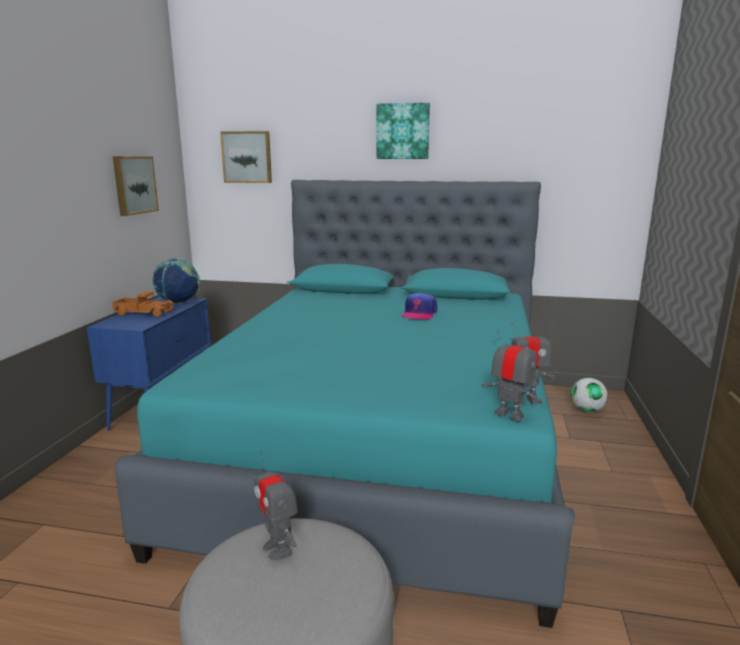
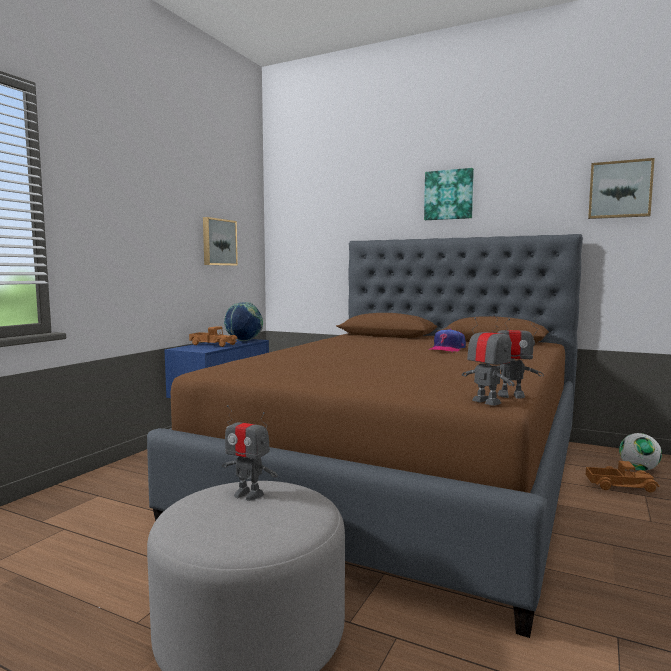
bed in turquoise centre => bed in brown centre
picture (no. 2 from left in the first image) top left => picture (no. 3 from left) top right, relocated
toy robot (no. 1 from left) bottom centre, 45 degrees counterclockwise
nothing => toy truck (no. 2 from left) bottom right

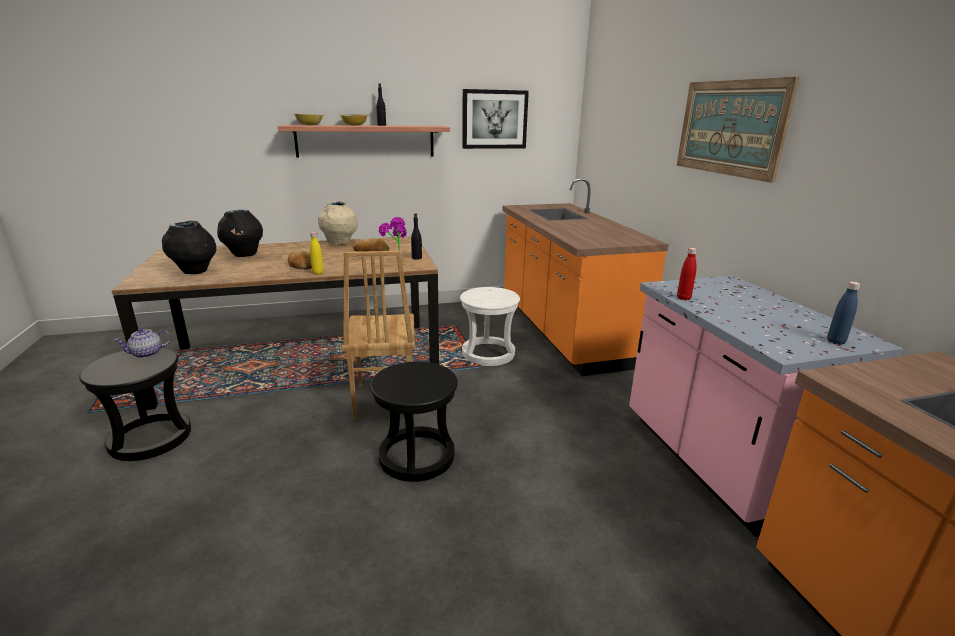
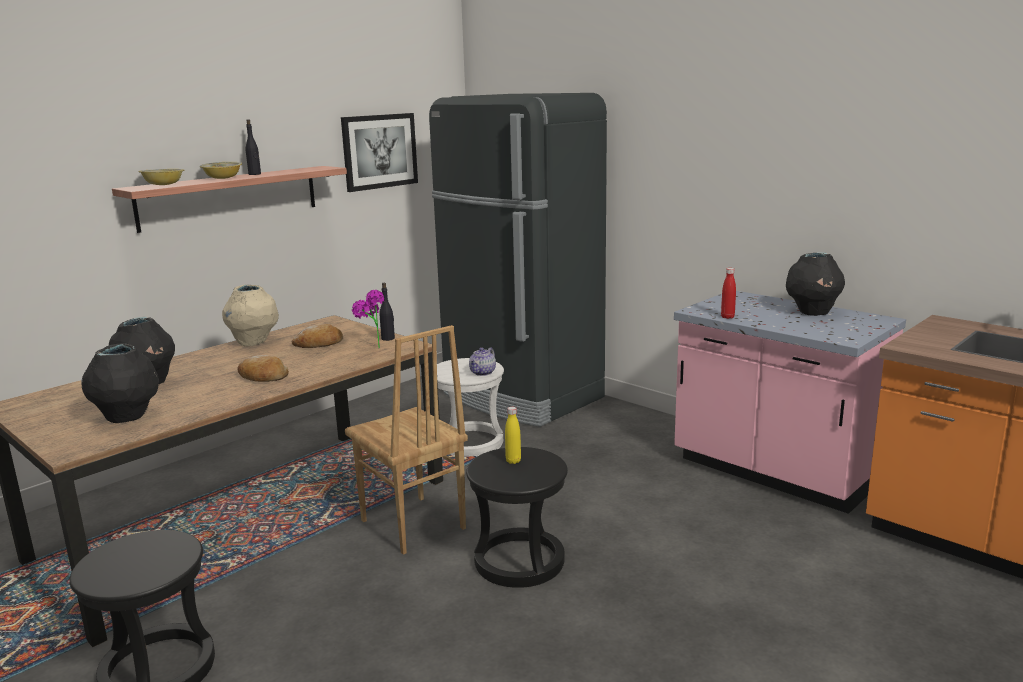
teapot middle left => teapot centre, relocated
bottle in yellow middle left => bottle in yellow centre, relocated
counter in orange (no. 1 from left) centre => fridge in black centre
picture (no. 2 from left) top right => nothing
bottle in blue middle right => nothing
nothing => vase in black (no. 3 from left) middle right

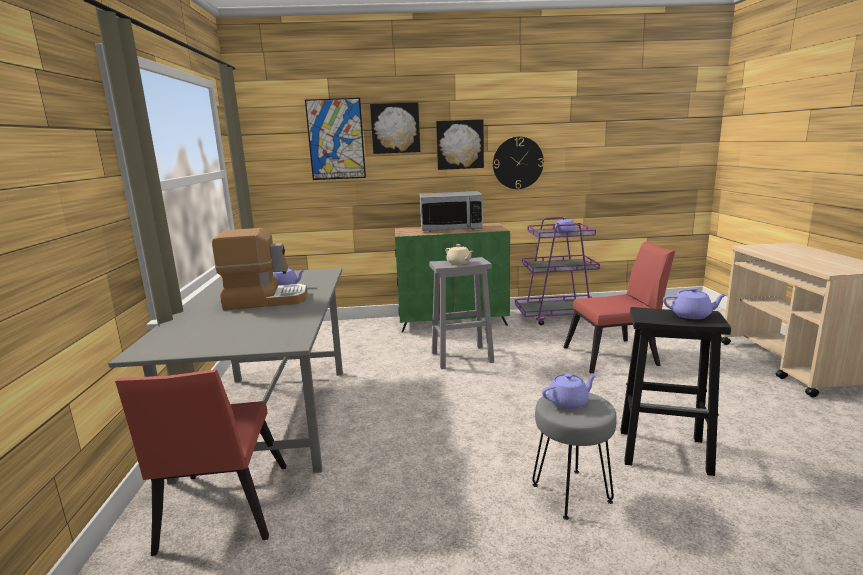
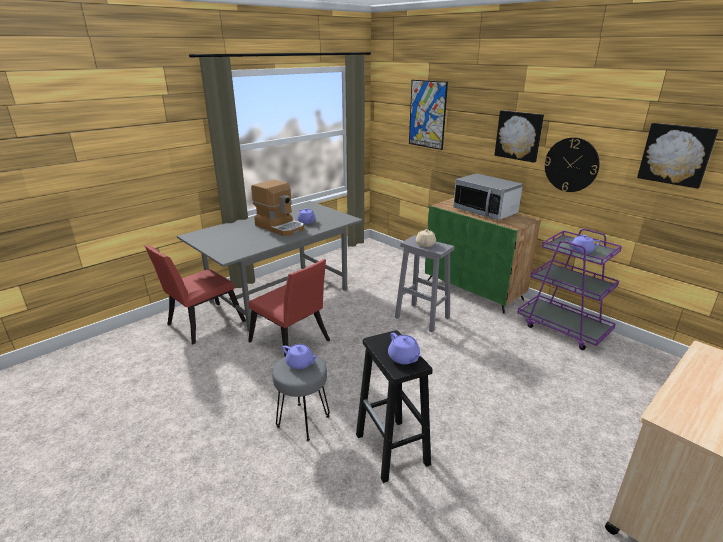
picture (no. 2 from left in the first image) top centre => picture (no. 3 from left) top right, relocated
chair in red (no. 2 from left) middle right => chair in red (no. 2 from left) centre, relocated

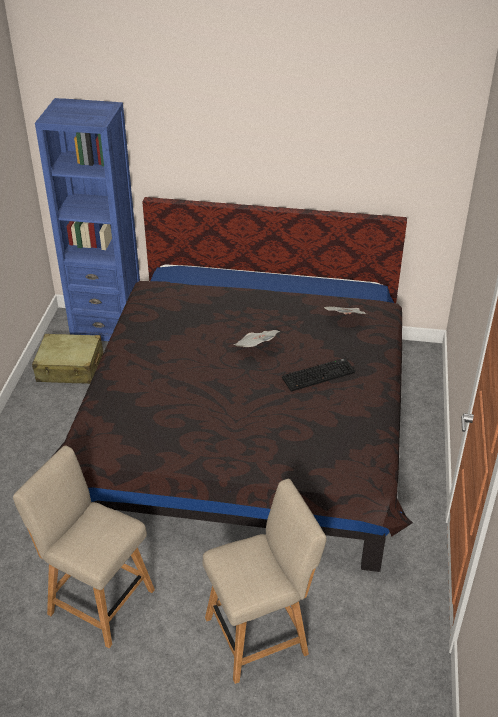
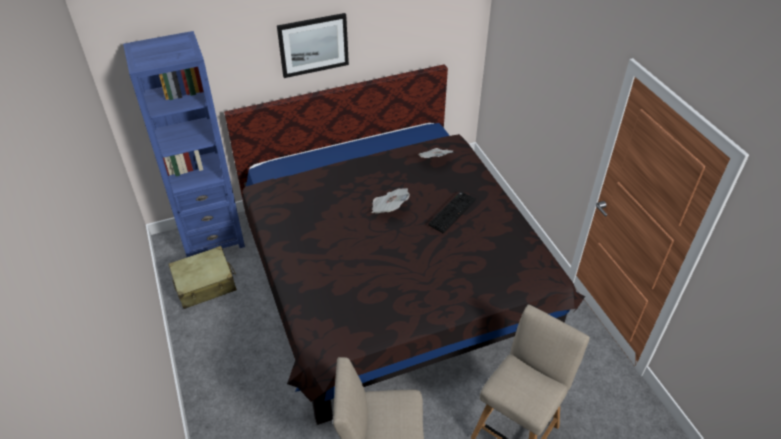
nothing => picture top centre

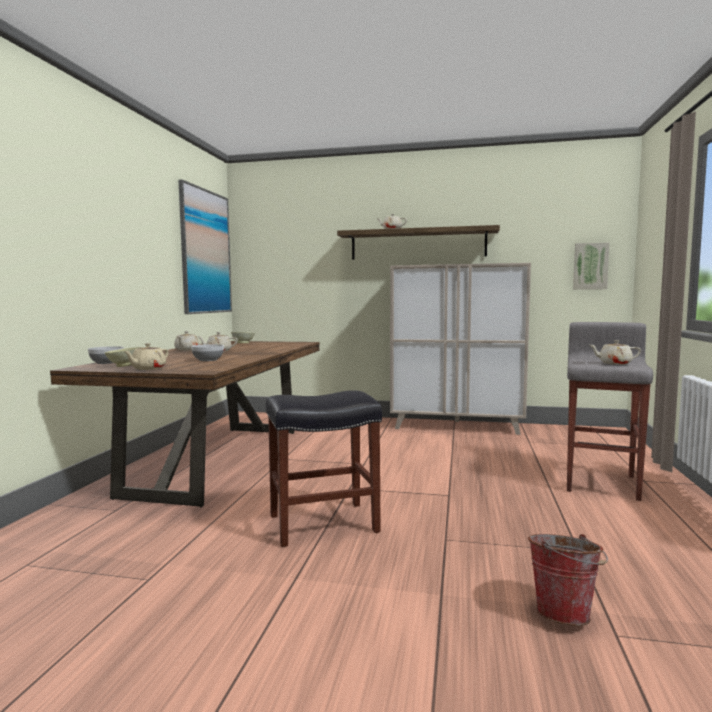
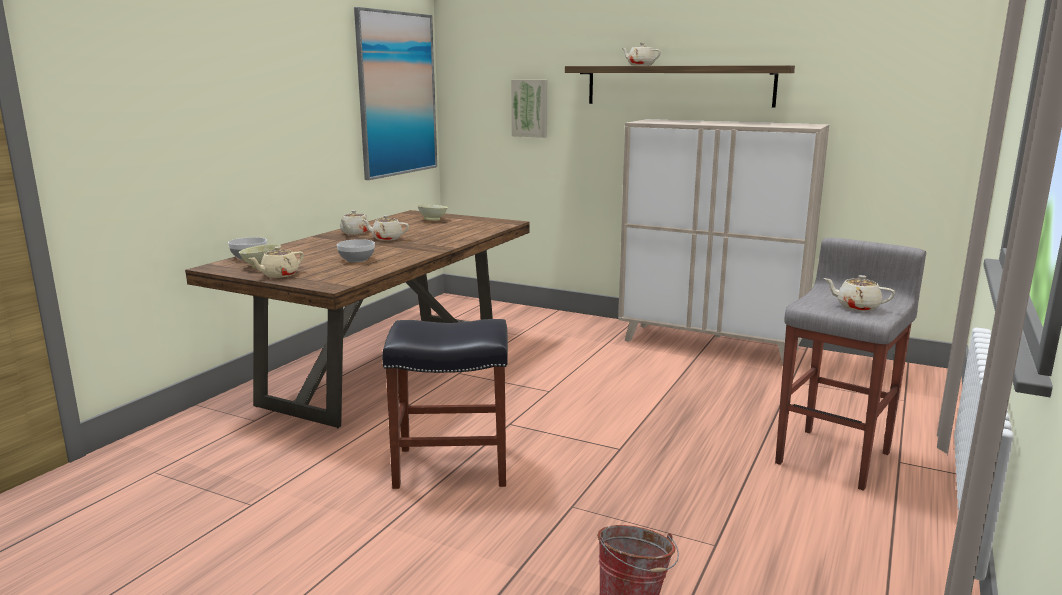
picture (no. 2 from left) middle right => picture (no. 2 from left) top centre, relocated

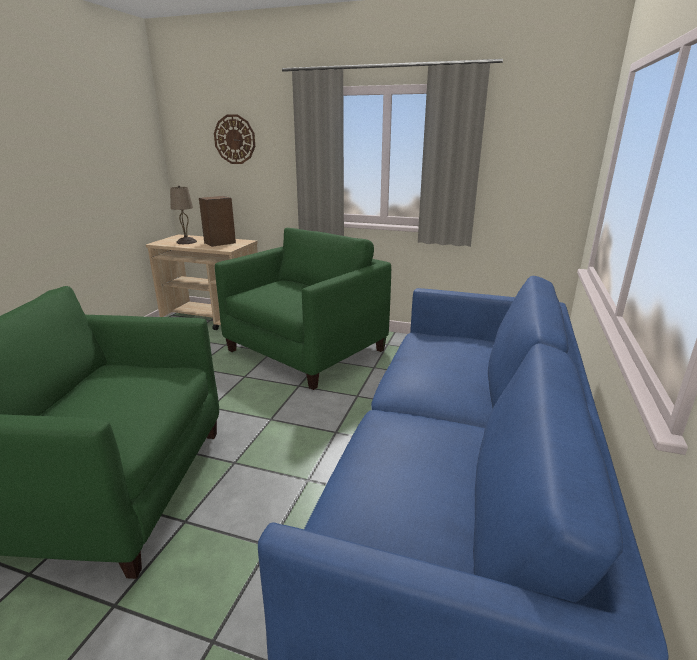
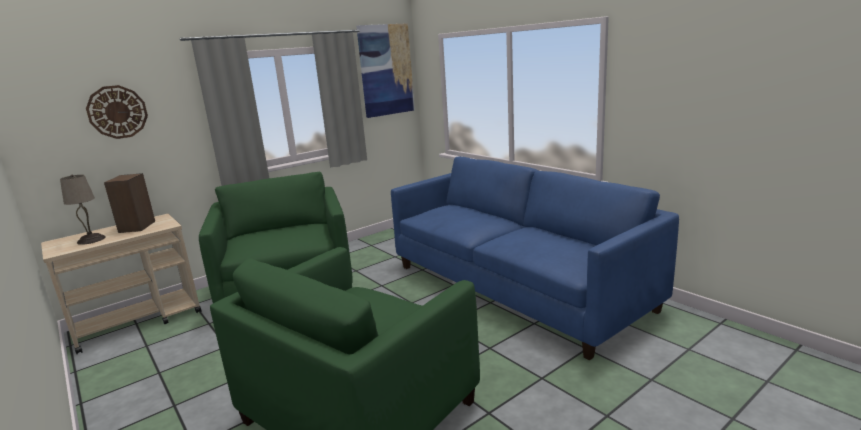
nothing => picture top centre

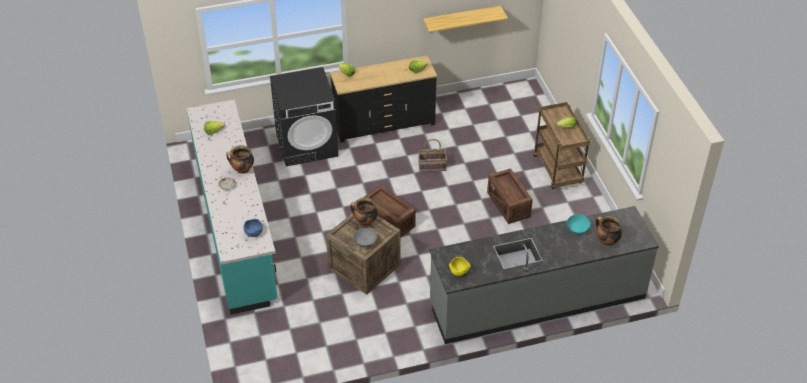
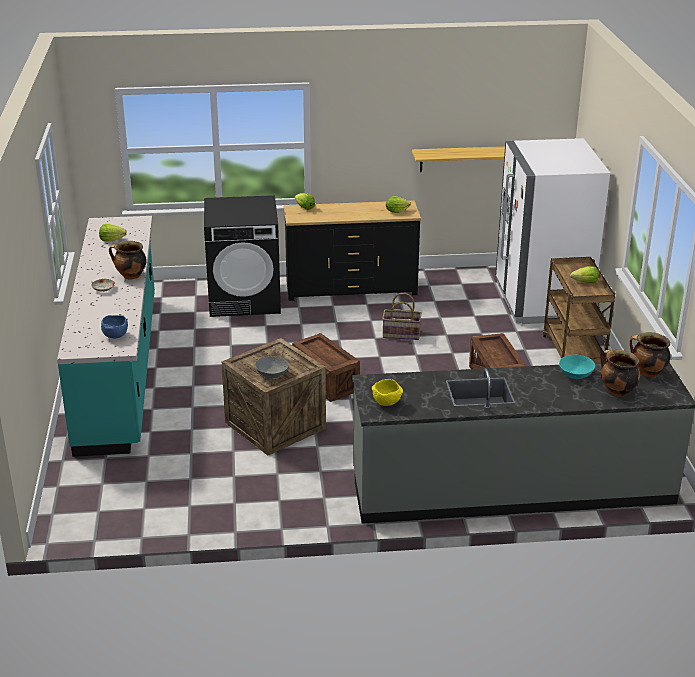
cooking pot (no. 2 from left in the first image) centre => cooking pot (no. 3 from left) middle right, relocated
nothing => fridge in white middle right

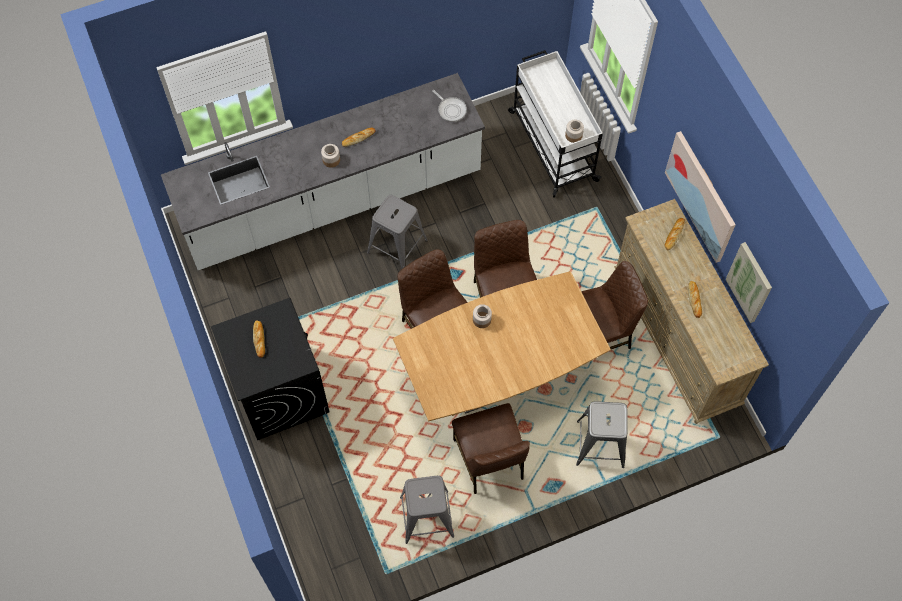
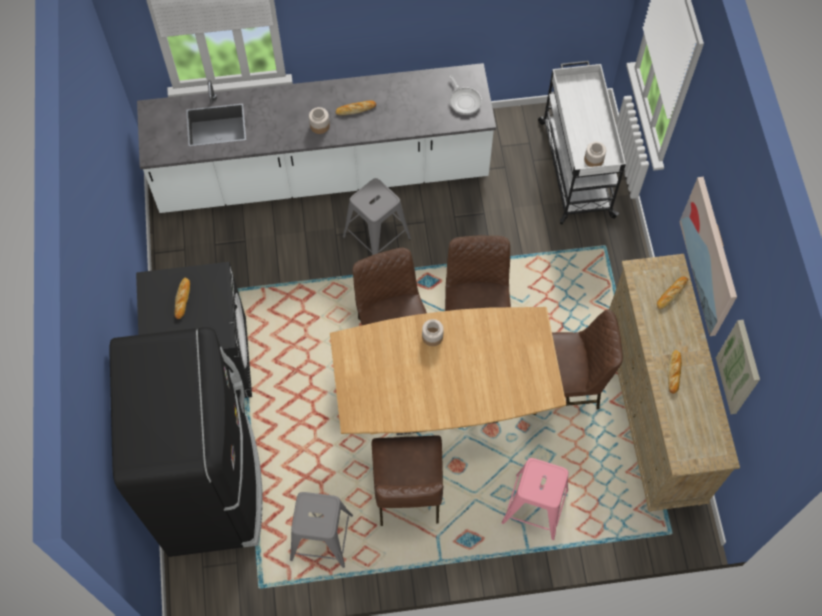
stool in grey (no. 3 from left) bottom centre => stool in pink bottom centre
nothing => fridge in black bottom left

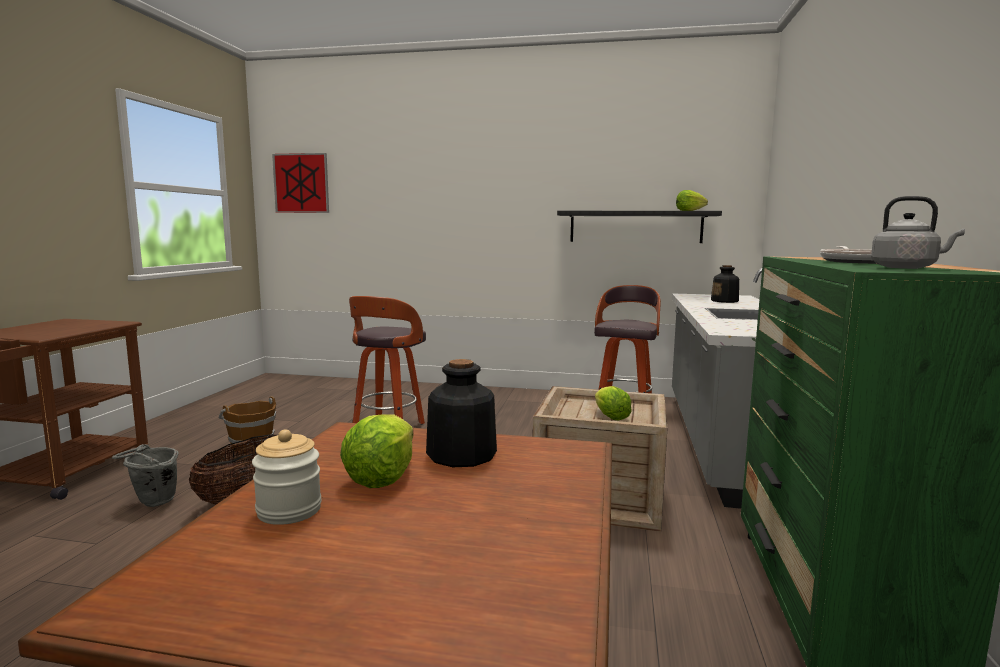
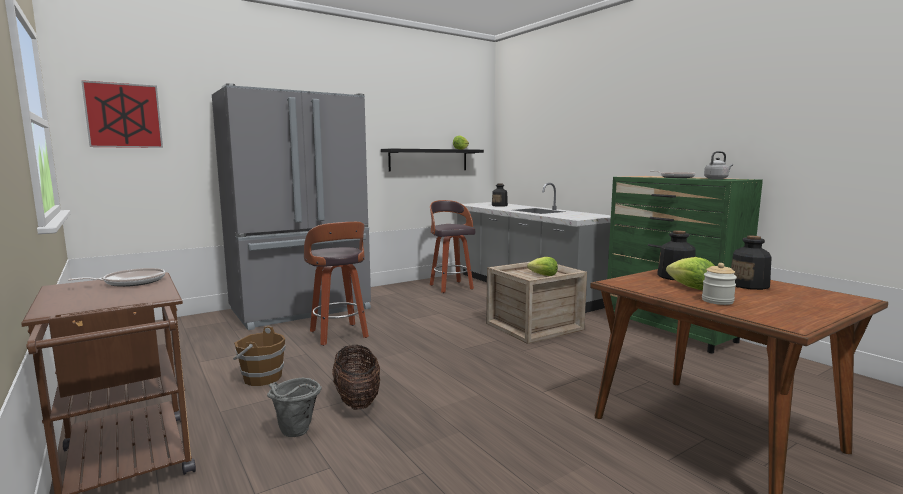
nothing => frying pan (no. 1 from left) middle left
nothing => fridge in grey middle left
nothing => bottle (no. 3 from left) middle right

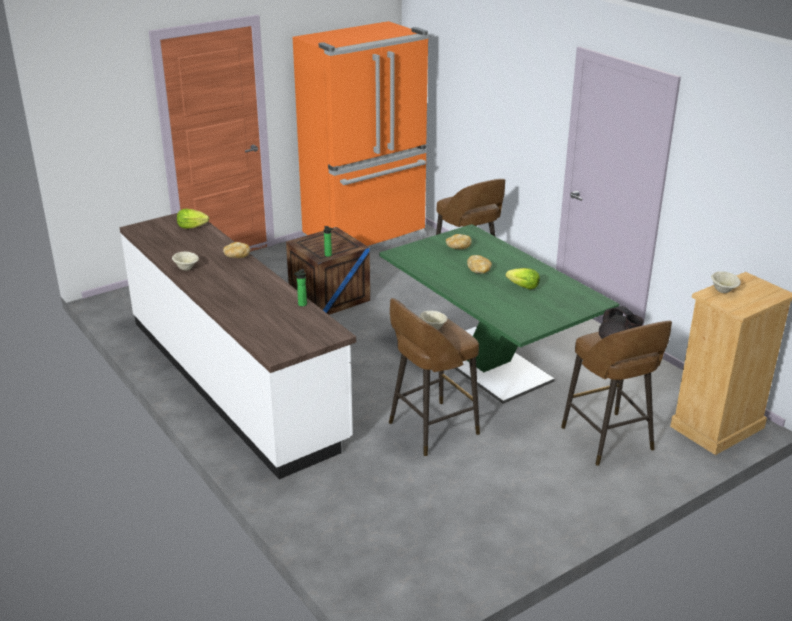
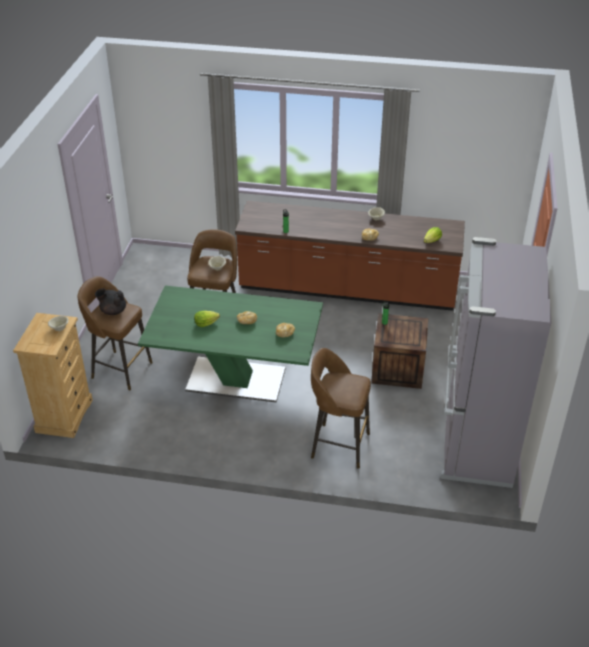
counter in white middle left => counter in brown centre
fridge in orange top centre => fridge in grey middle right

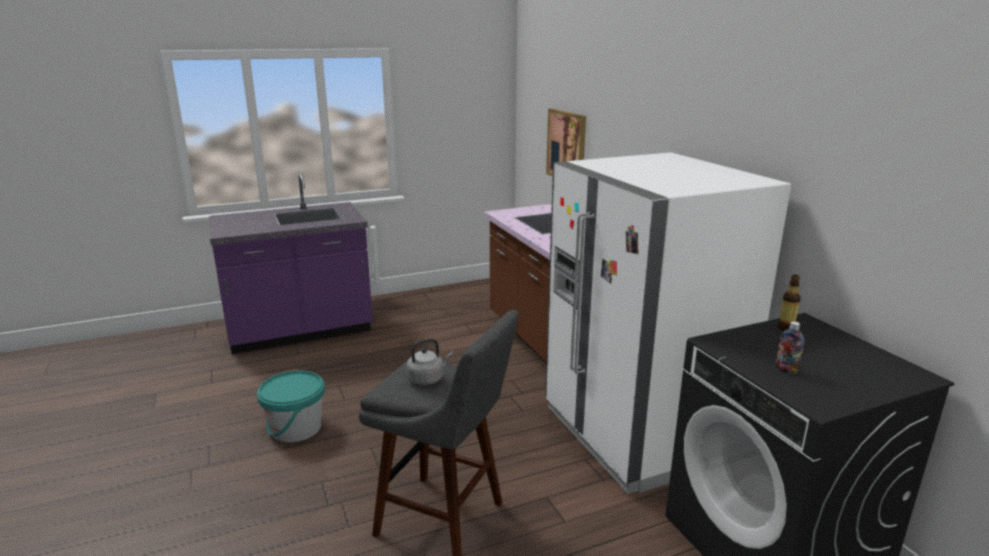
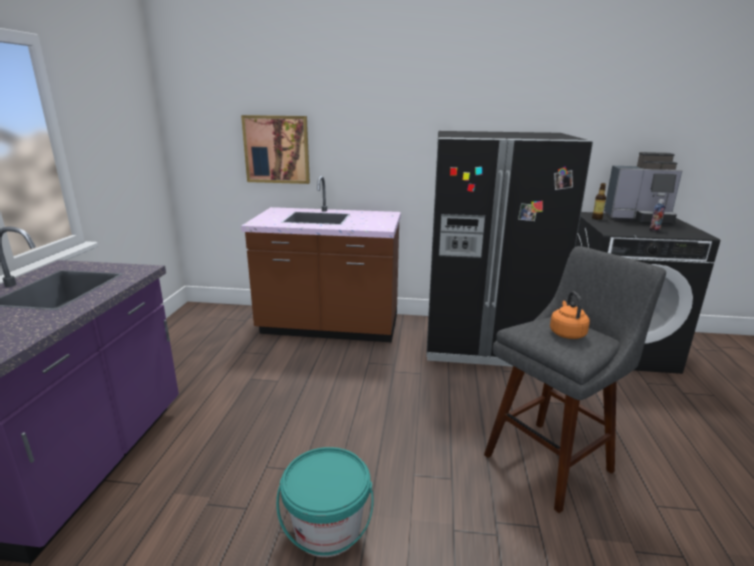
kettle in grey centre => kettle in orange middle right
fridge in white middle right => fridge in black middle right
nothing => coffee machine top right

